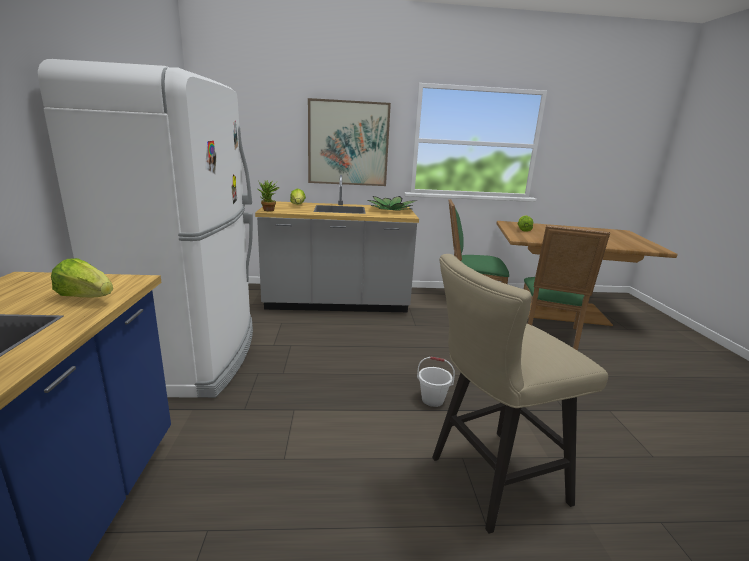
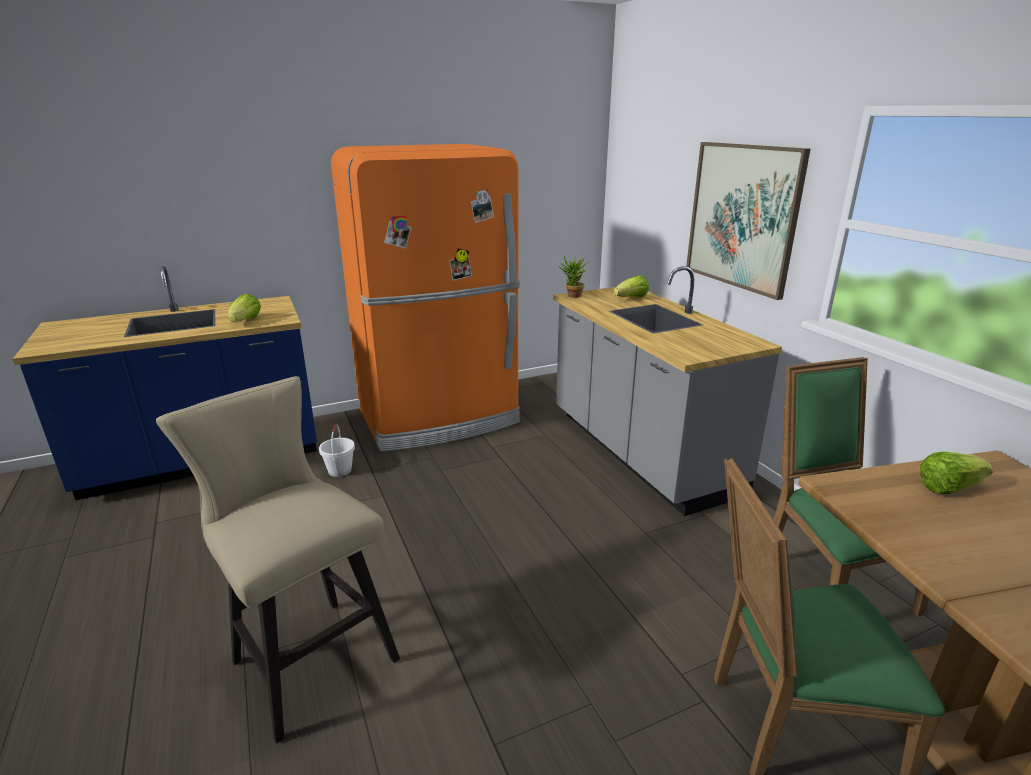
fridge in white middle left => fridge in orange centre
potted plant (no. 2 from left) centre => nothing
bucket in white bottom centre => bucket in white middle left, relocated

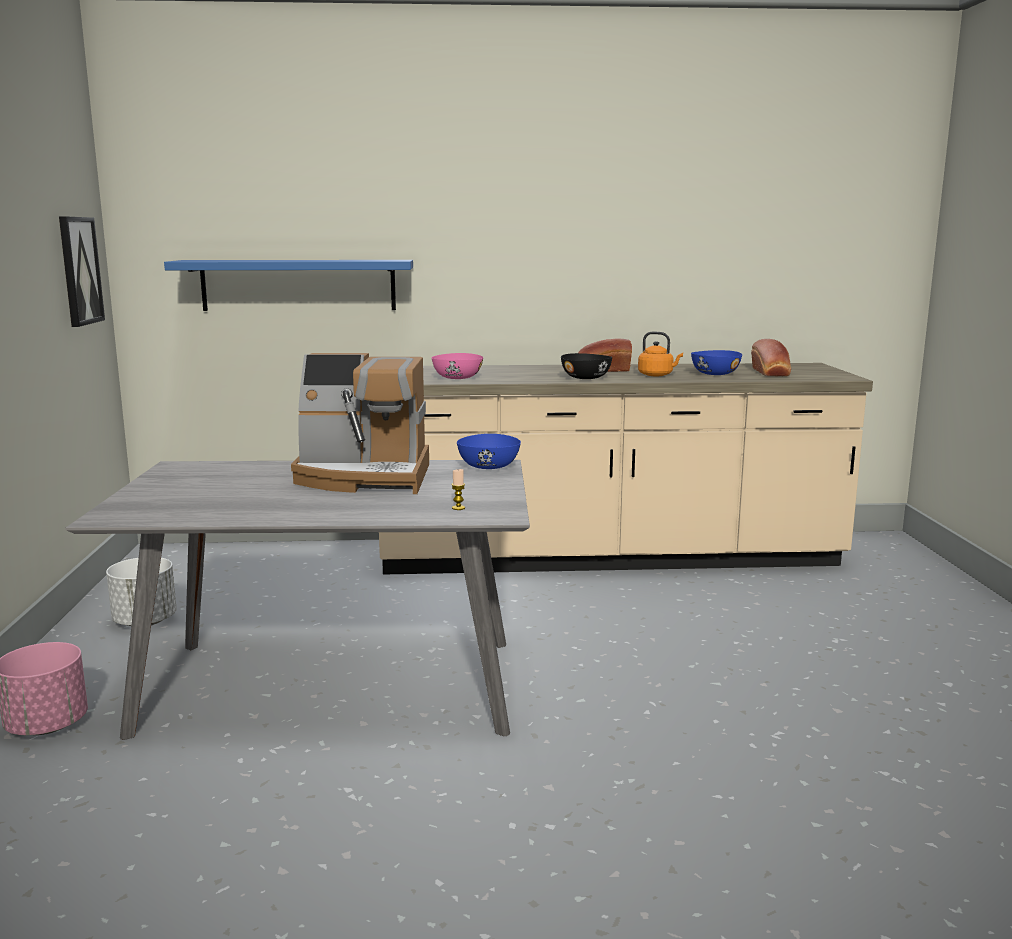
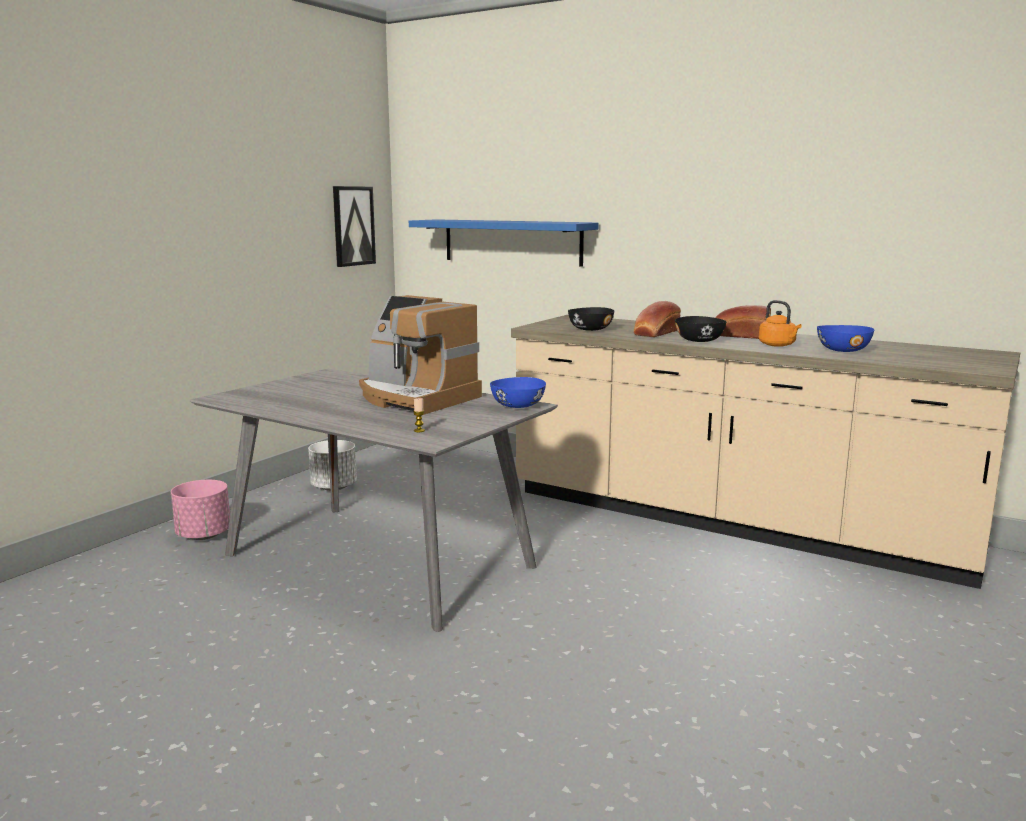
bowl in pink centre => bowl in black (no. 1 from left) centre
bread (no. 2 from left in the first image) middle right => bread (no. 1 from left) centre, relocated

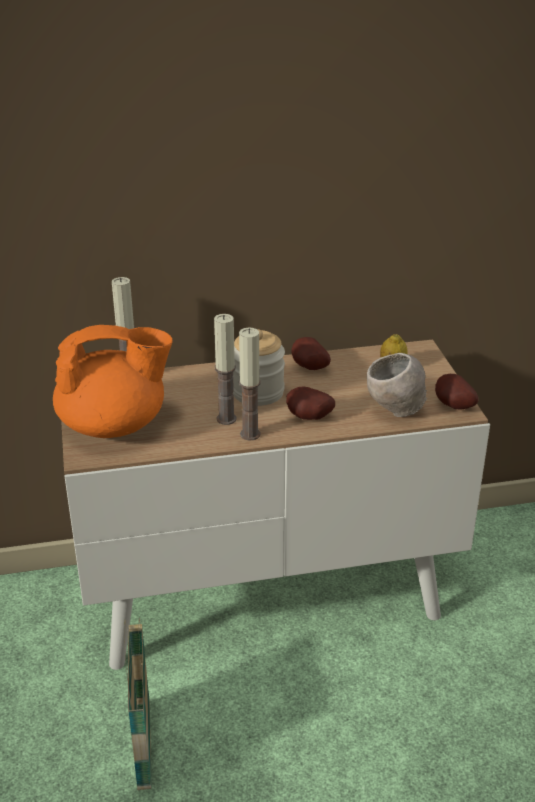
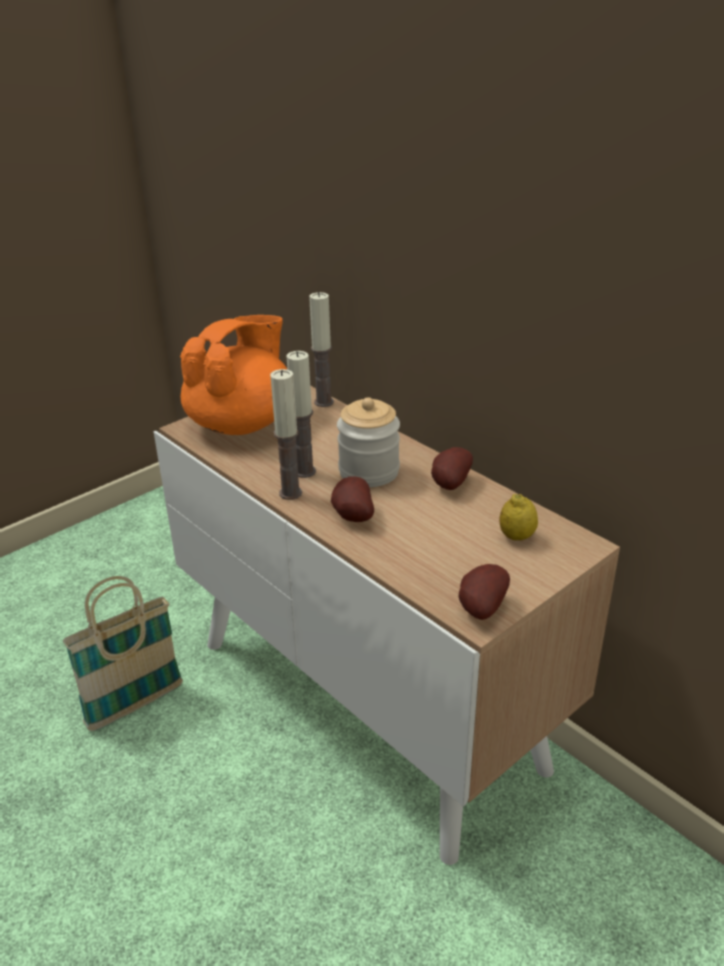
teapot in orange middle left, 105 degrees counterclockwise
bowl in grey middle right => nothing

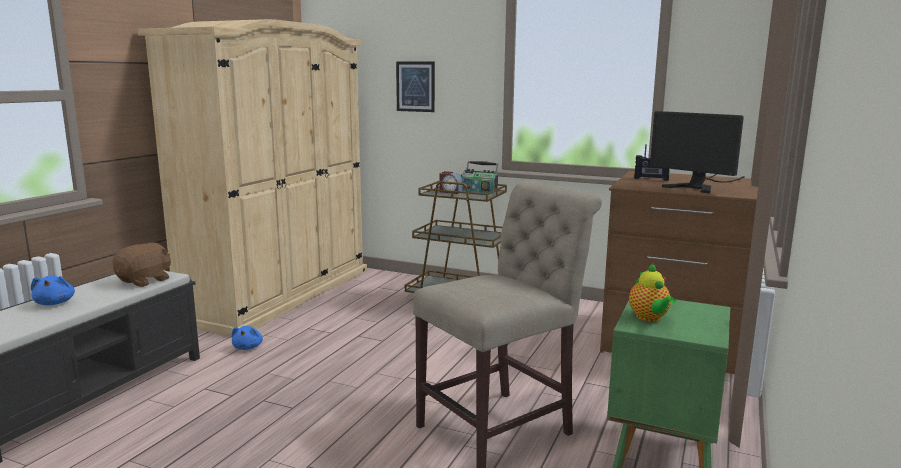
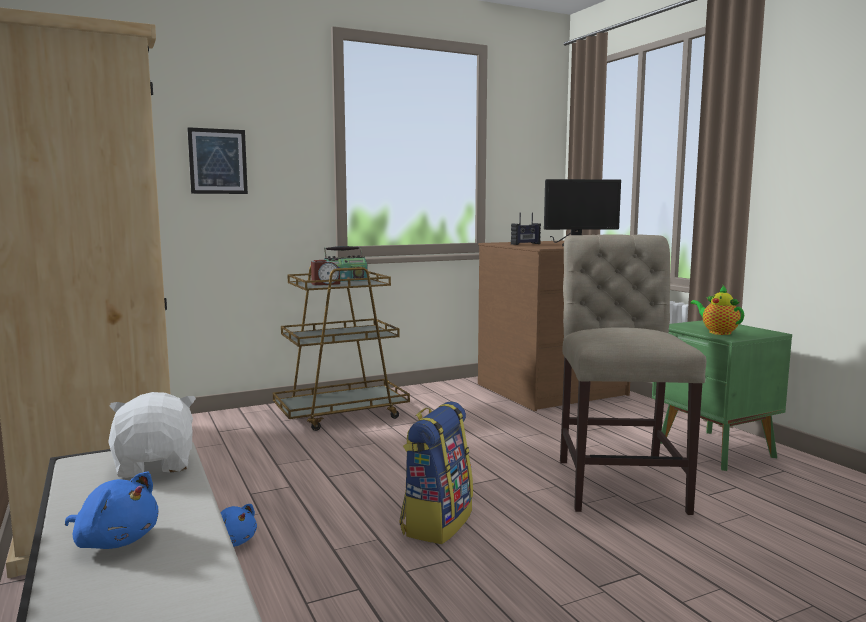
plush toy in brown middle left => plush toy in white bottom left
teapot middle right, 150 degrees counterclockwise
nothing => backpack bottom centre

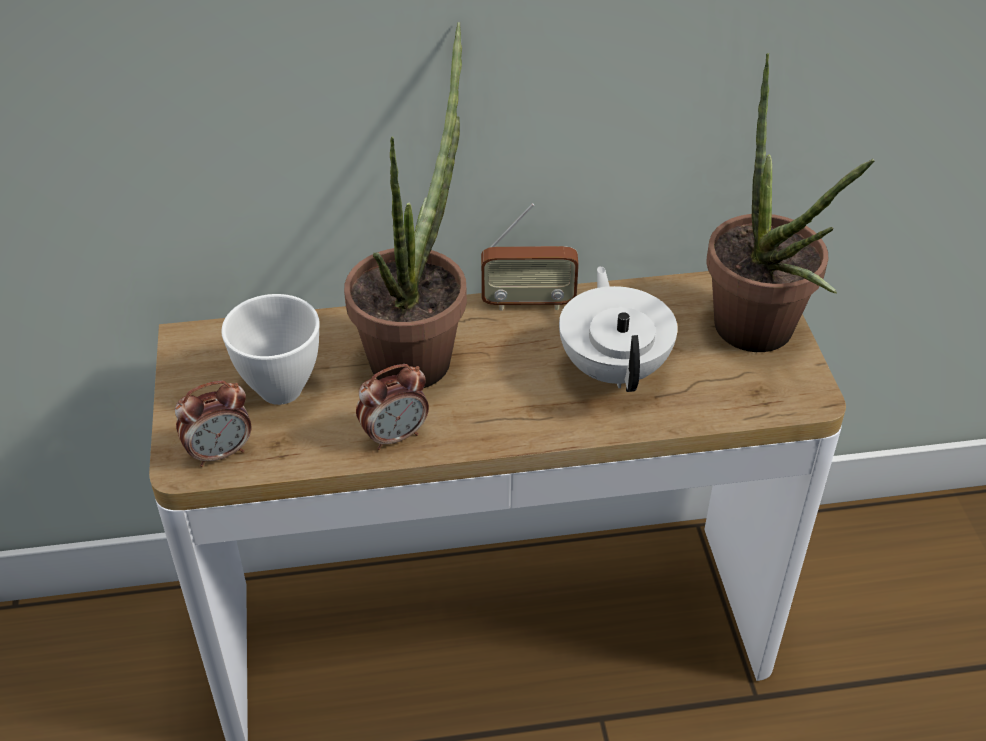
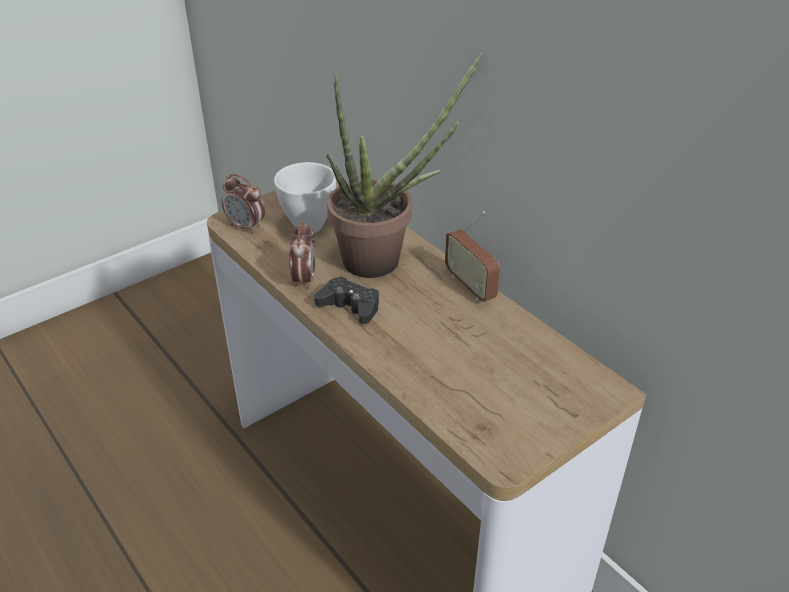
alarm clock (no. 2 from left) centre, 120 degrees counterclockwise
teapot in white centre => nothing
potted plant (no. 2 from left) top right => nothing
nothing => game controller in black centre

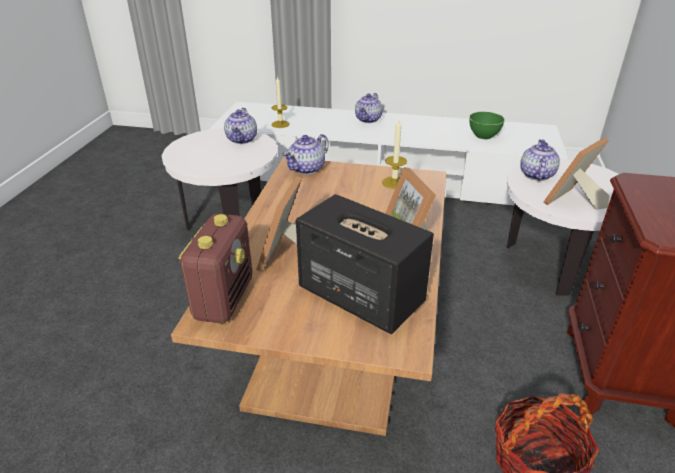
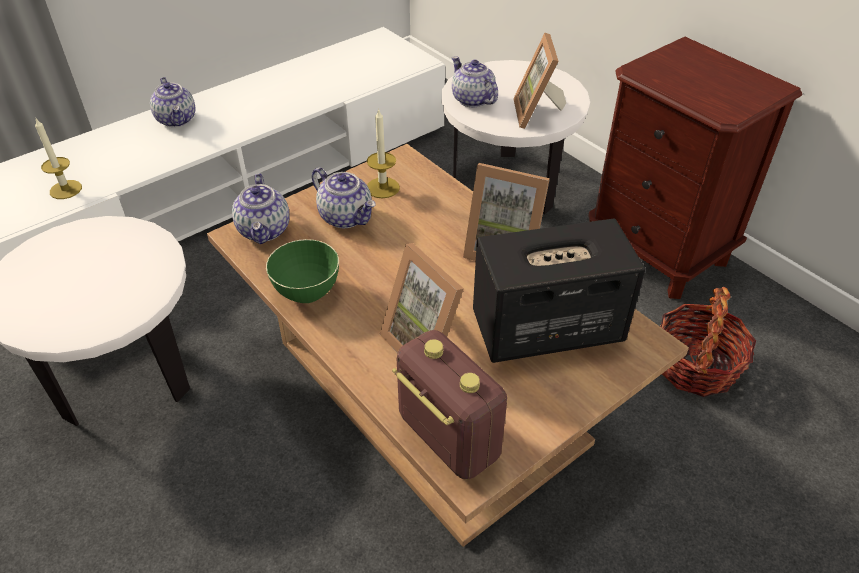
teapot (no. 1 from left in the first image) top centre => teapot (no. 3 from left) centre, relocated
bowl in green top right => bowl in green centre, relocated

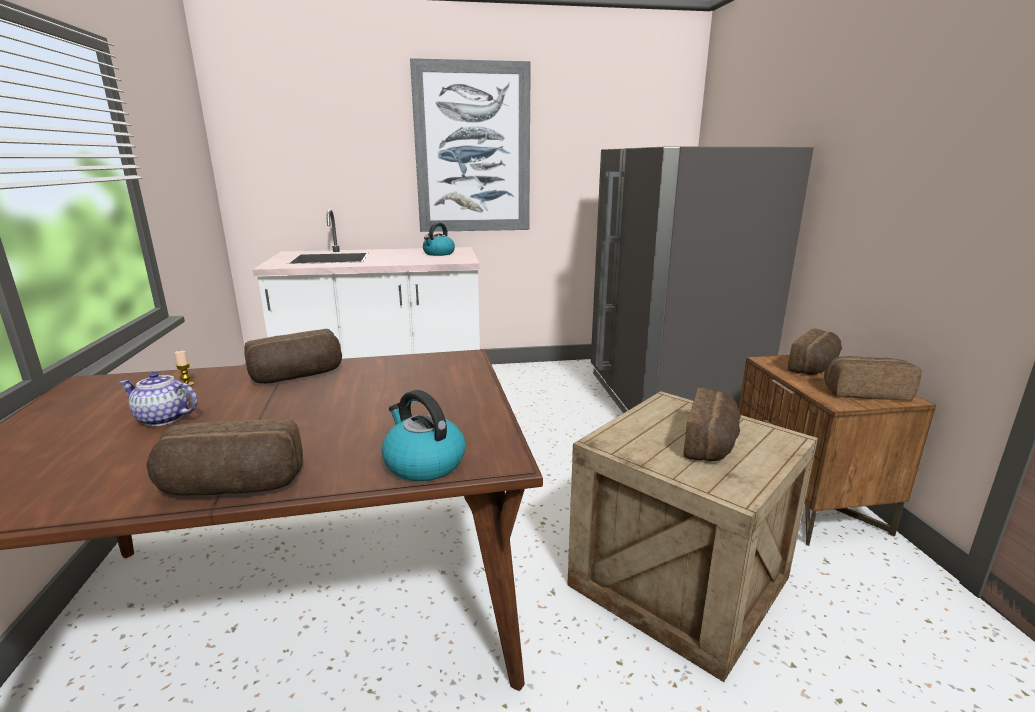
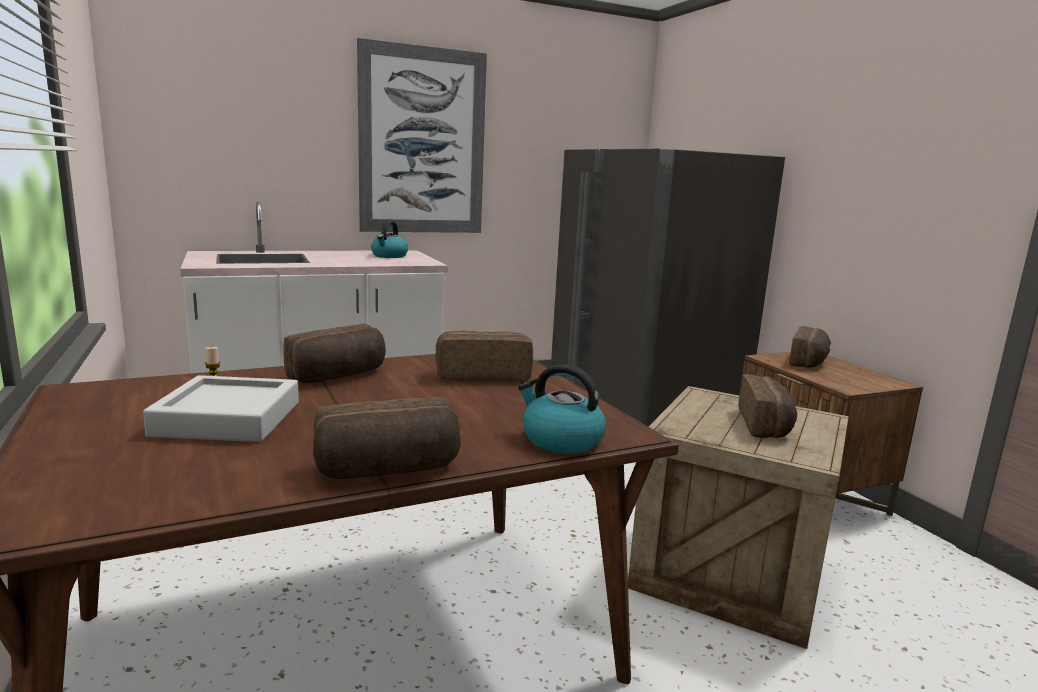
teapot middle left => tray in grey middle left
bread (no. 5 from left in the first image) middle right => bread (no. 3 from left) centre, relocated

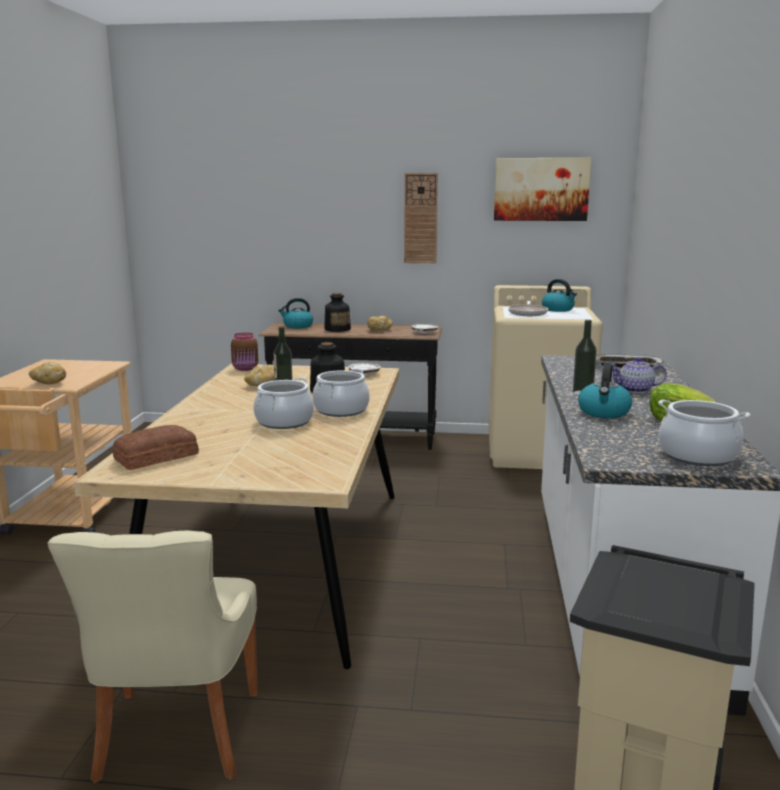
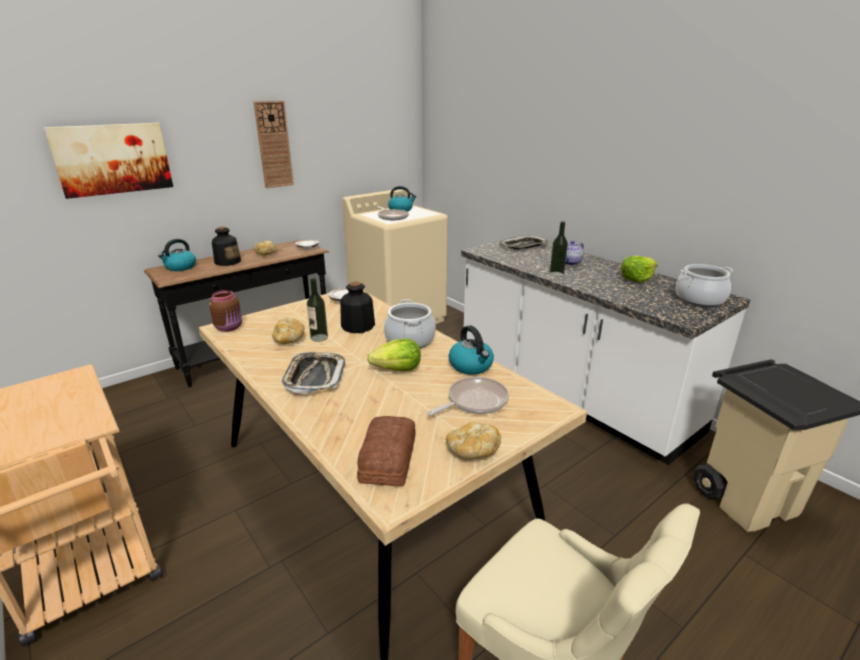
bread (no. 1 from left in the first image) middle left => bread (no. 4 from left) bottom centre, relocated
cooking pot (no. 1 from left) centre => lettuce (no. 1 from left) centre
picture top right => picture top left, relocated
kettle (no. 3 from left) middle right => kettle (no. 3 from left) centre, relocated
nothing => tray (no. 1 from left) centre
nothing => frying pan (no. 2 from left) centre

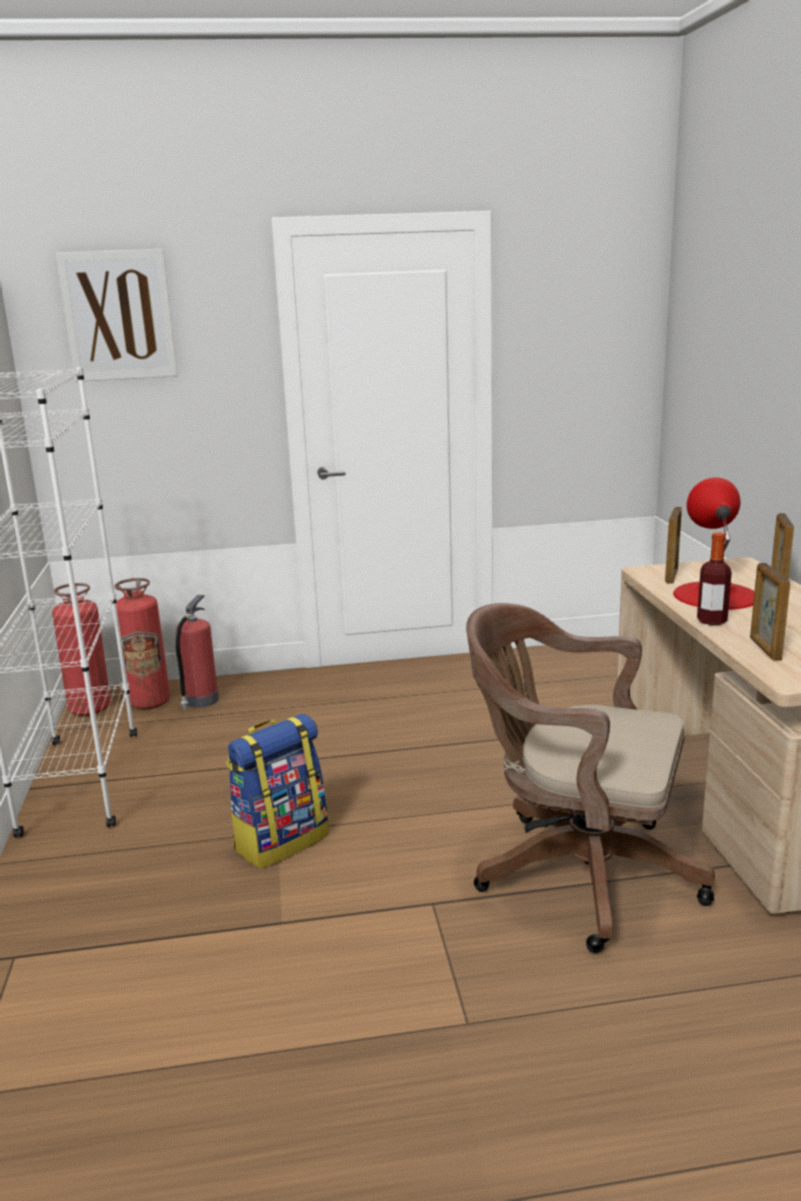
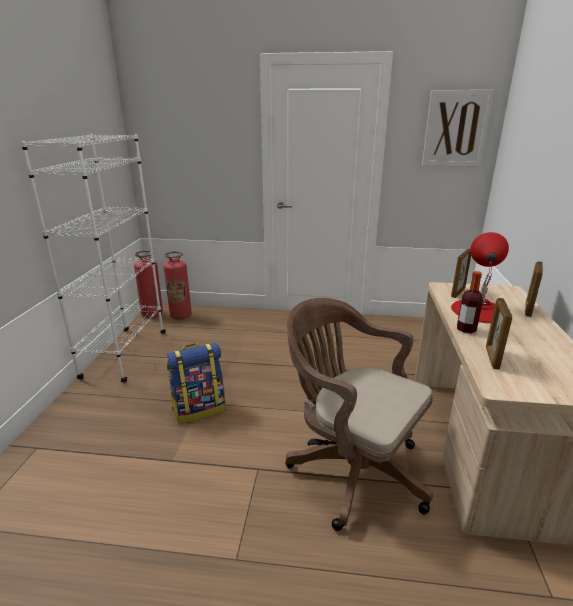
picture top left => picture top right, relocated
fire extinguisher (no. 3 from left) middle left => nothing

